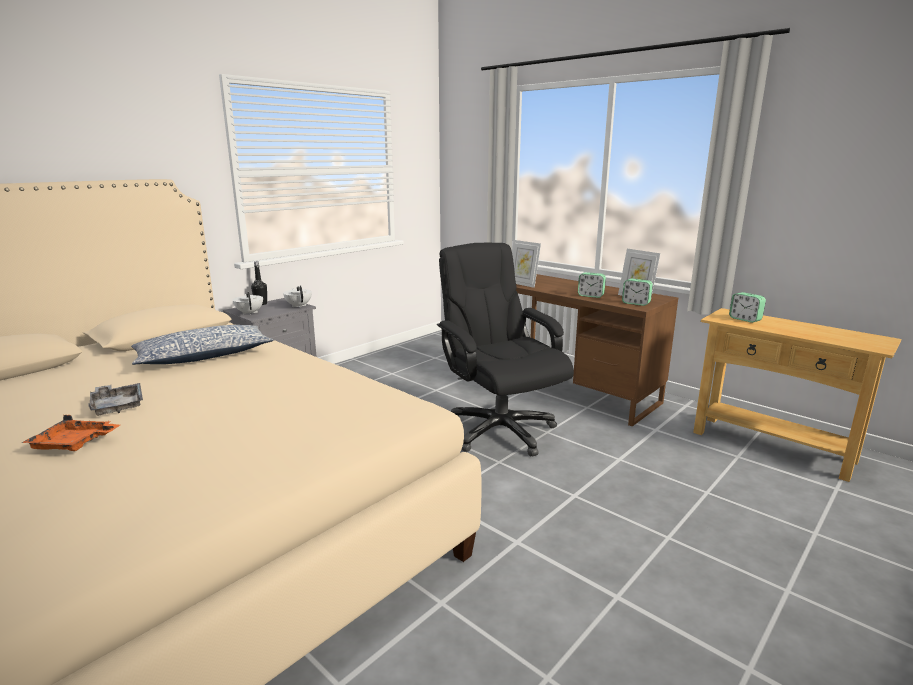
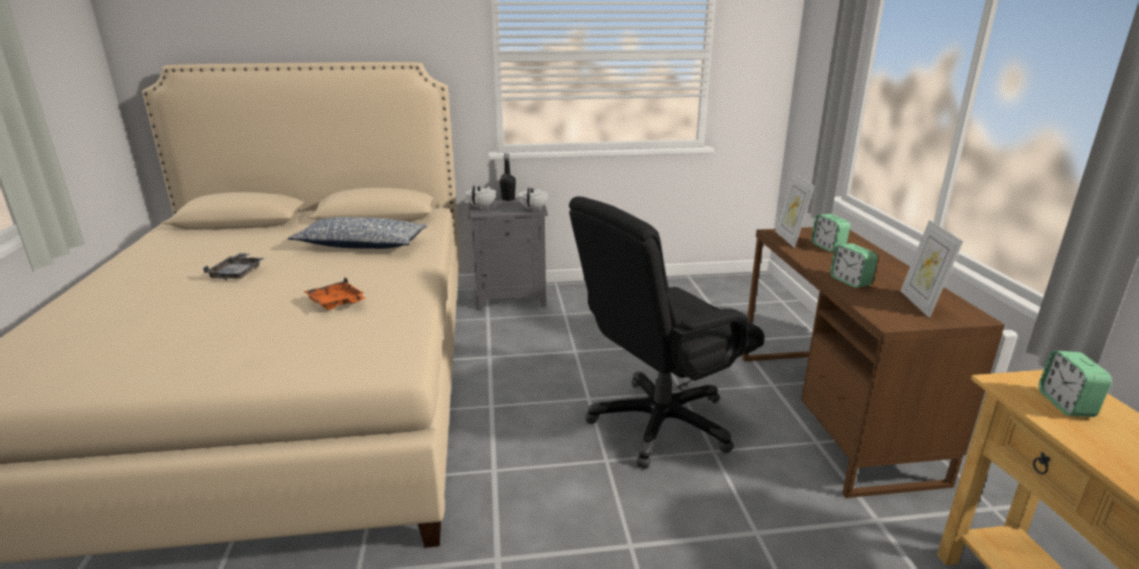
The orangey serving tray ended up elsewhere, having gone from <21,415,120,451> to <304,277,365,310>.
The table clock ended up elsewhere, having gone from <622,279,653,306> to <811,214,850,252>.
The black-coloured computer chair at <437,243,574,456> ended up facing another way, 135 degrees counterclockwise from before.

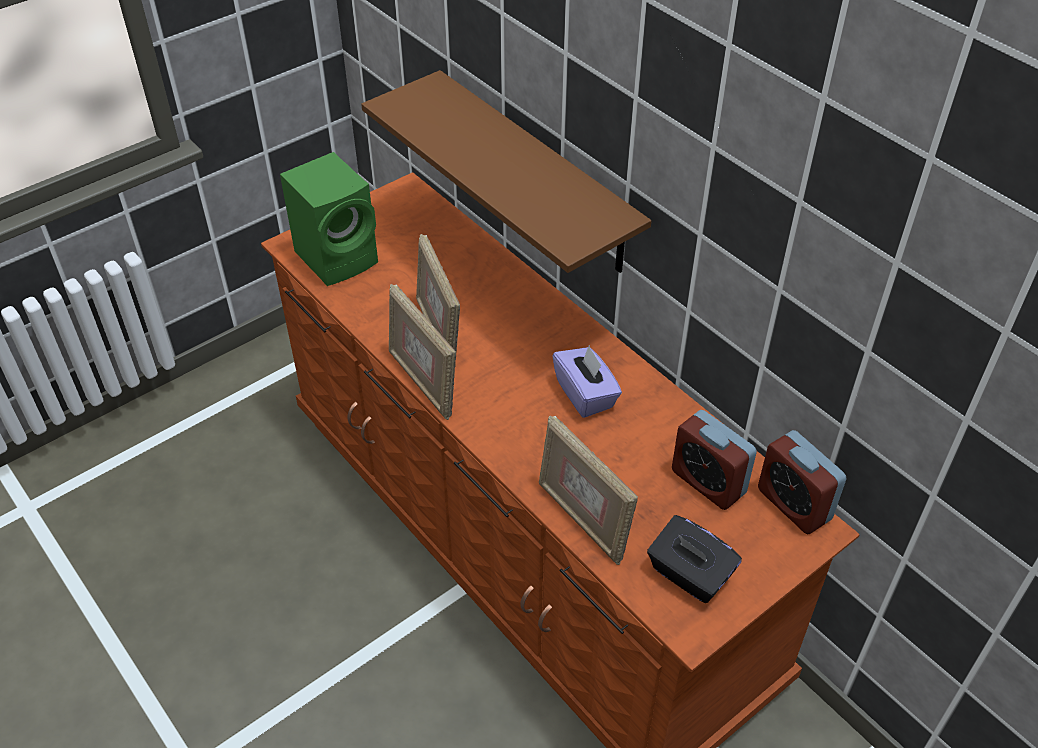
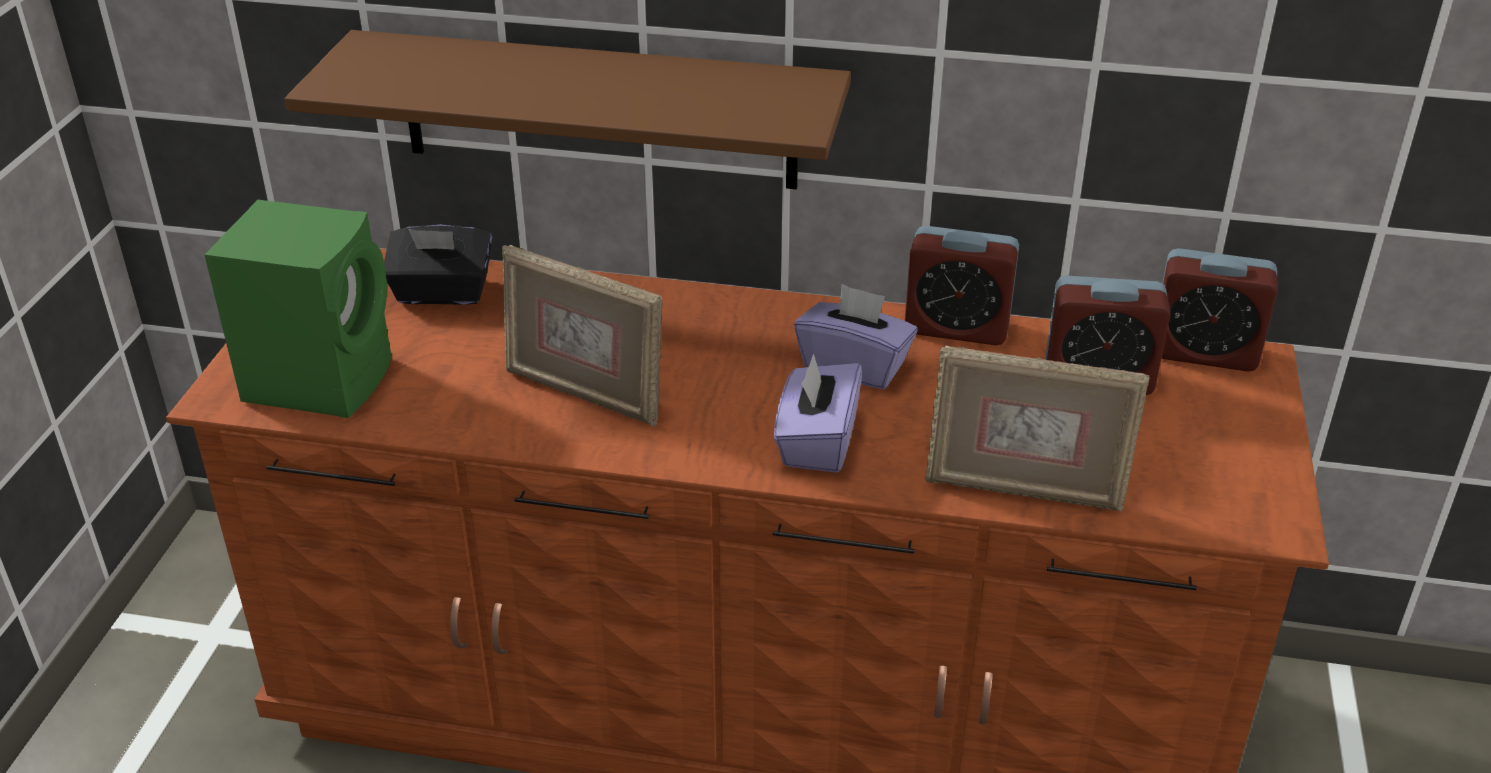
The second view lost the standing frame at <389,284,456,420>.
The second view gained the purple tissue box at <774,354,862,473>.
The second view gained the table clock at <905,226,1019,345>.
The black-coloured tissue box ended up elsewhere, having gone from <647,515,742,603> to <384,225,492,305>.

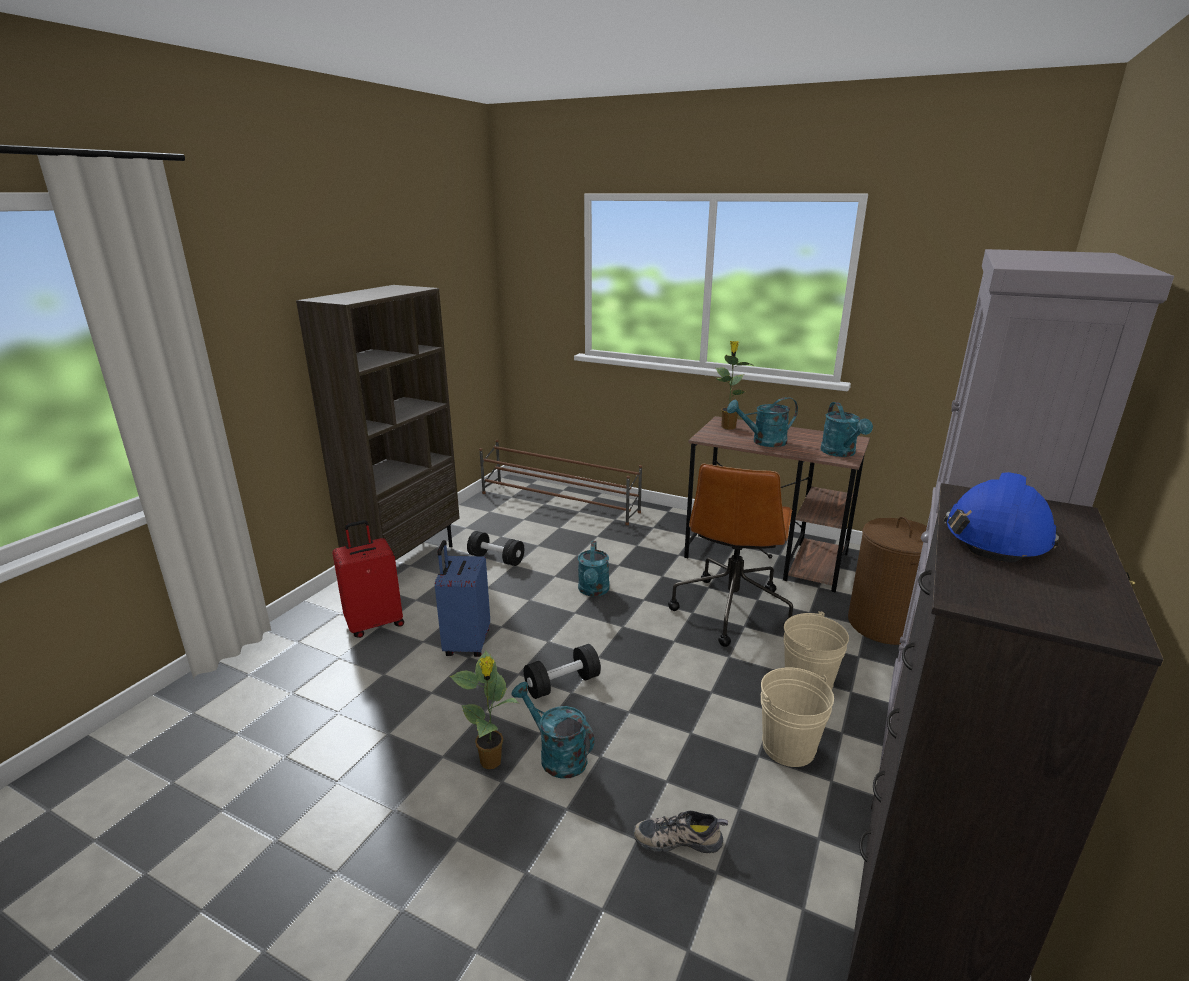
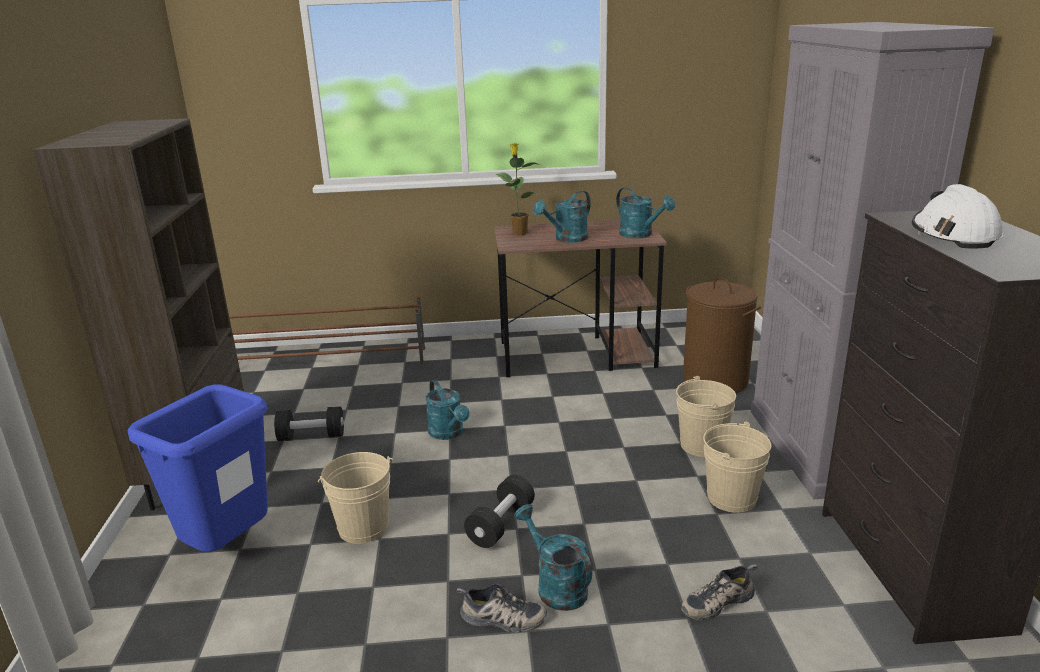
The second view lost the brown computer chair at <668,464,793,647>.
Where the red-coloured piece of luggage stood at <332,520,404,638>, the bluish rubbish bin came to stand at <128,384,268,552>.
Where the bluish piece of luggage stood at <435,540,490,657>, the beige pail came to stand at <318,452,394,544>.
Where the houseplant stood at <450,651,519,769>, the item of footwear came to stand at <456,584,547,633>.
What was the bluish safety helmet at <944,472,1060,563> turned into the white-coloured safety helmet at <912,184,1003,248>.
The turquoise watering can at <512,682,594,779> ended up facing another way, 45 degrees clockwise from before.

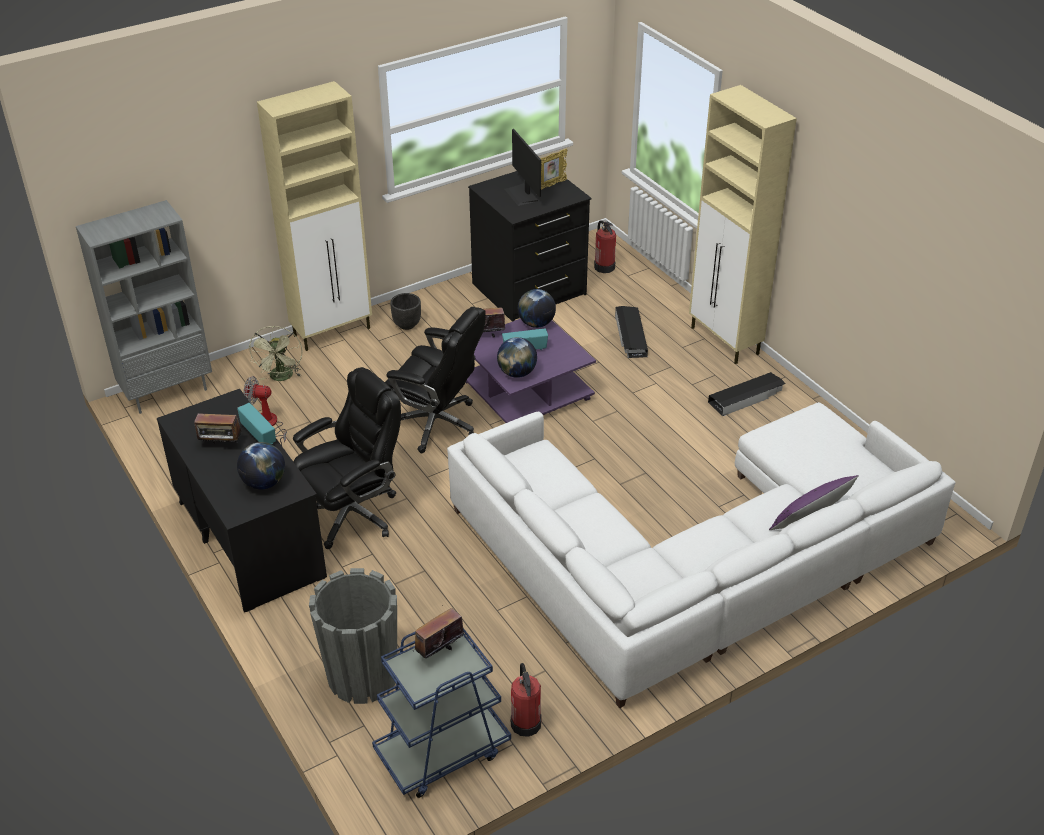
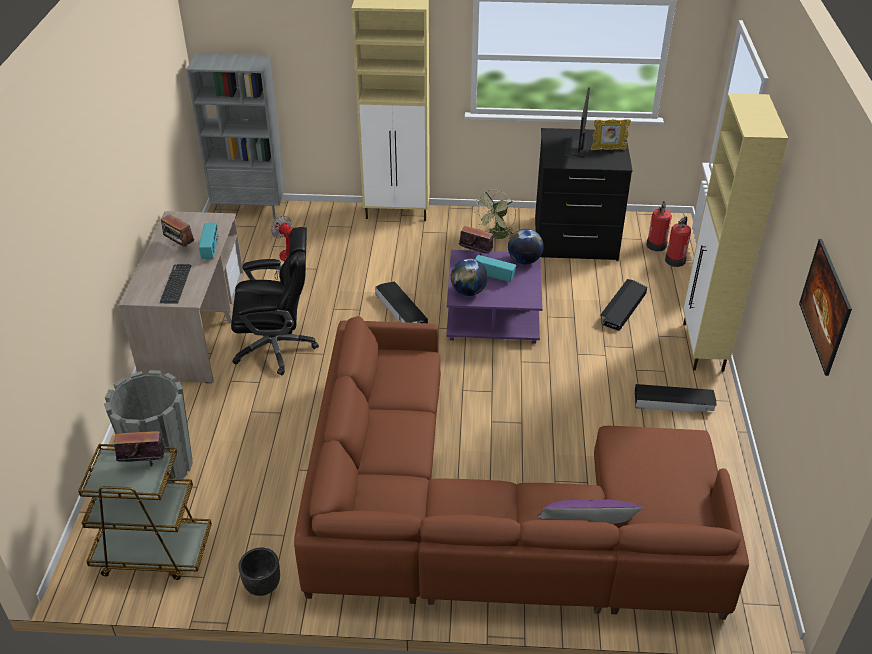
The second view gained the wall art at <799,239,852,376>.
The green-coloured electric fan ended up elsewhere, having gone from <249,326,302,381> to <474,189,516,239>.
The black-coloured plant pot ended up elsewhere, having gone from <390,293,421,330> to <239,548,280,596>.
The fire extinguisher ended up elsewhere, having gone from <511,663,541,737> to <665,216,691,267>.
Where the world globe stood at <237,442,285,489>, the PC keyboard came to stand at <160,264,191,304>.
Where the black-coloured computer chair stood at <385,307,486,453>, the black-coloured storage box came to stand at <375,281,428,323>.
What was the black-coloured desk unit at <157,389,327,612> turned into the beige desk unit at <119,211,244,383>.
What was the bluish trolley at <372,628,511,798> turned into the brown trolley at <78,444,212,580>.
What was the white-coloured sofa at <447,402,956,708> turned into the brown sofa at <294,316,749,620>.

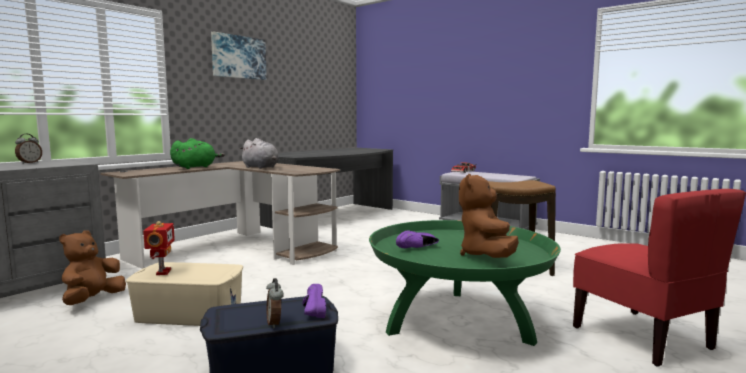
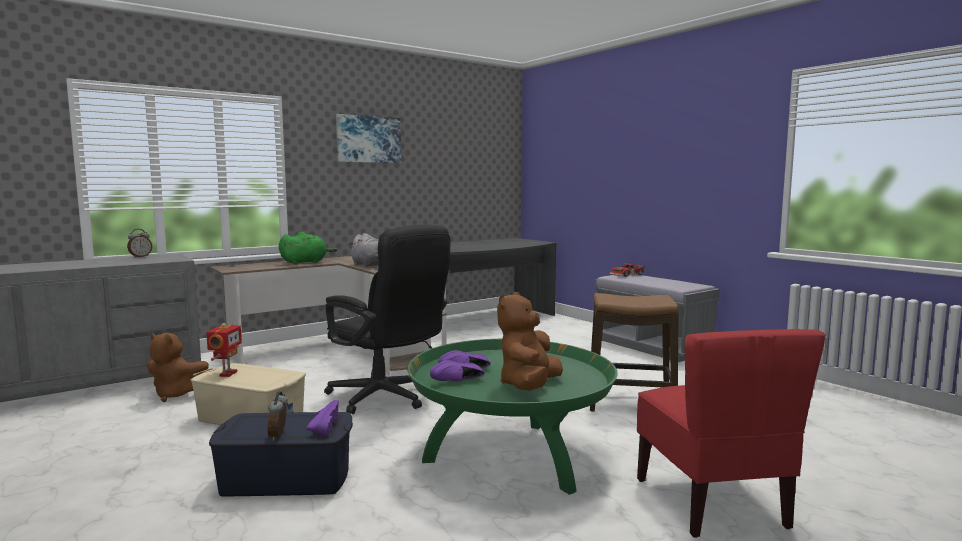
The second view gained the black-coloured computer chair at <324,225,450,414>.
The second view gained the purple item of footwear at <430,360,485,381>.
The brown soft toy at <59,230,126,305> ended up facing another way, 105 degrees counterclockwise from before.

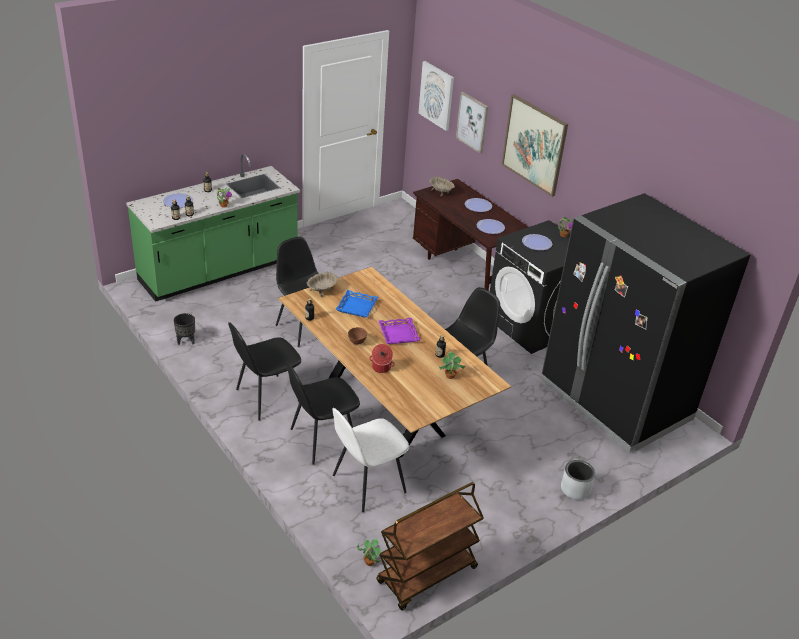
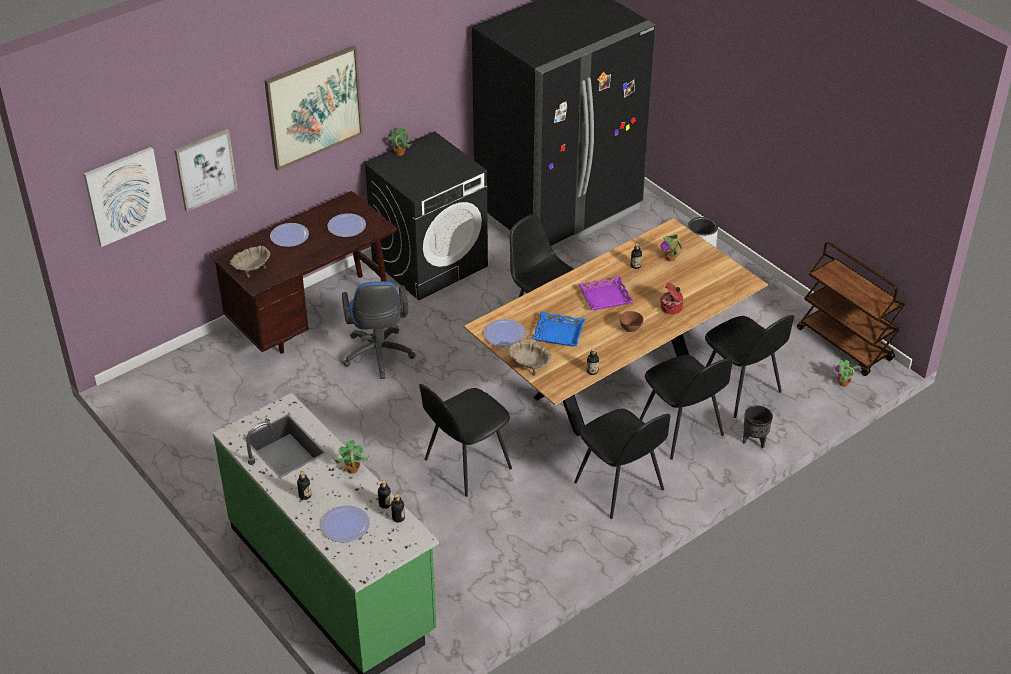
The second view gained the bluish computer chair at <342,281,416,379>.
The black-coloured plant pot ended up elsewhere, having gone from <174,313,195,345> to <743,405,773,449>.
The flat dish ended up elsewhere, having gone from <522,234,552,251> to <484,319,526,347>.
What was the white-coloured chair at <332,408,409,512> turned into the black-coloured chair at <705,315,794,418>.

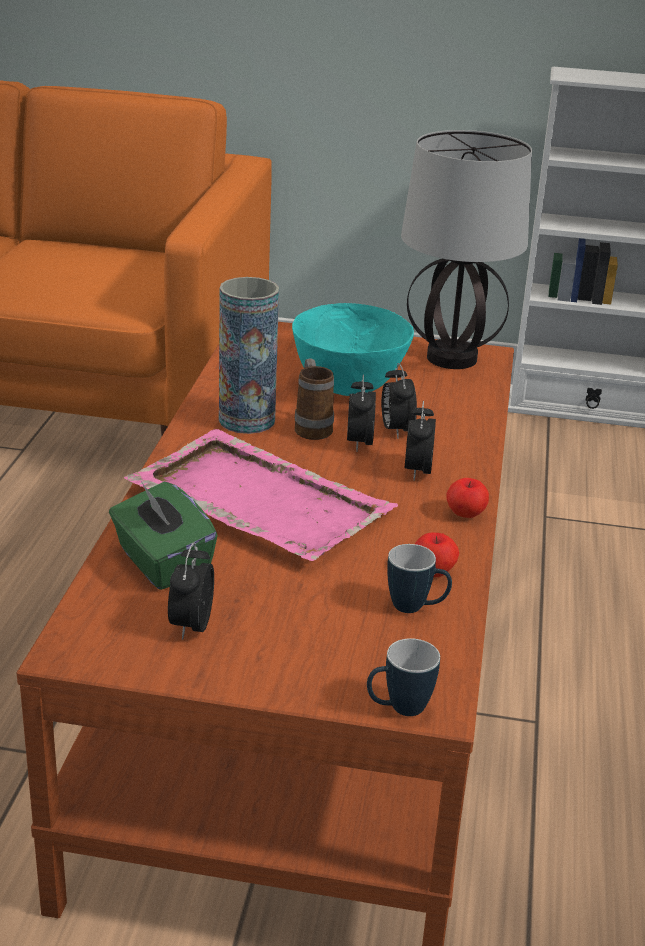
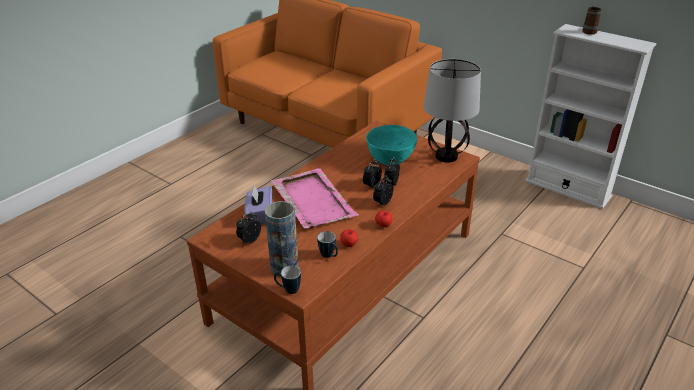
The vase ended up elsewhere, having gone from <219,277,279,434> to <265,201,299,276>.
The mug ended up elsewhere, having gone from <295,358,334,440> to <582,4,601,35>.
What was the green-coloured tissue box at <109,481,218,590> turned into the purple tissue box at <245,185,272,225>.

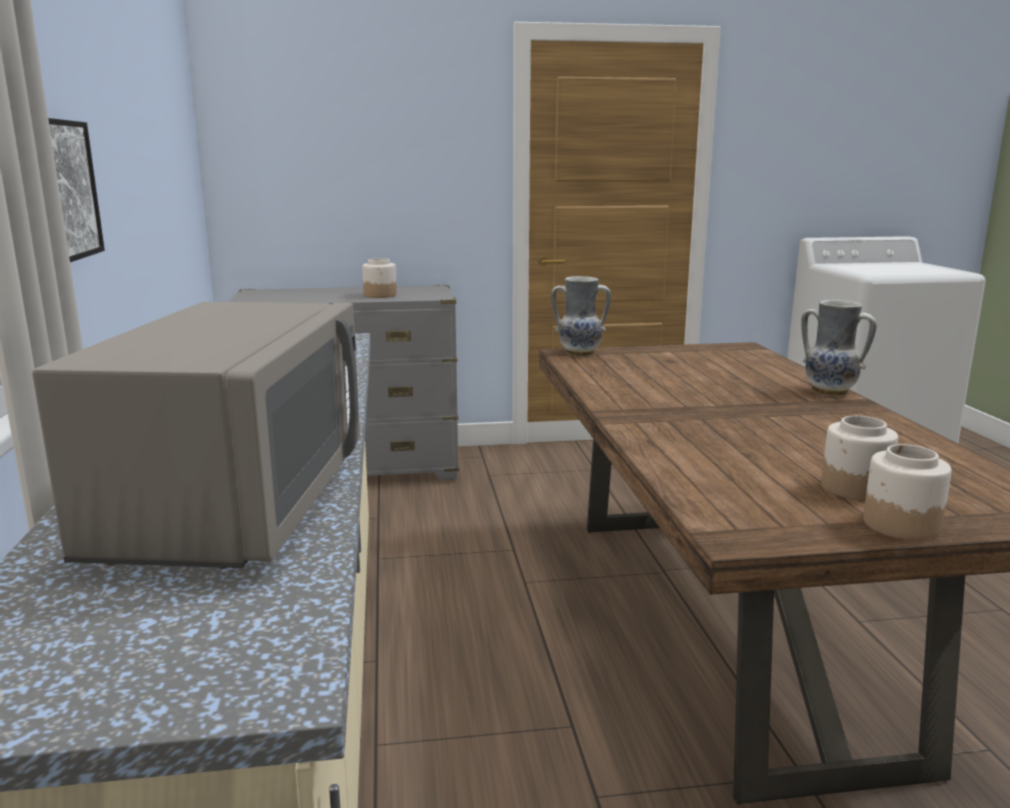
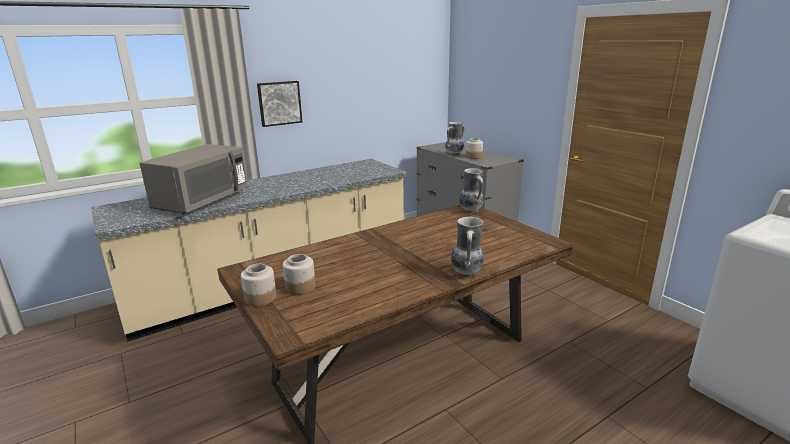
The second view gained the vase at <445,122,465,156>.
The grey kitchen microwave at <32,302,360,569> ended up facing another way, 45 degrees counterclockwise from before.

